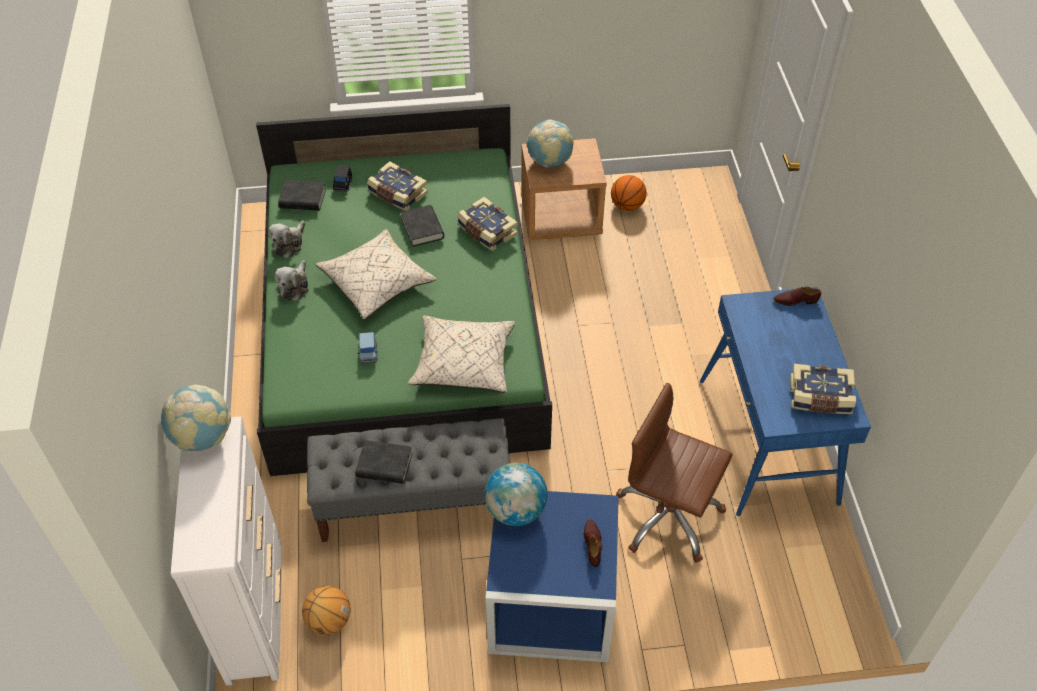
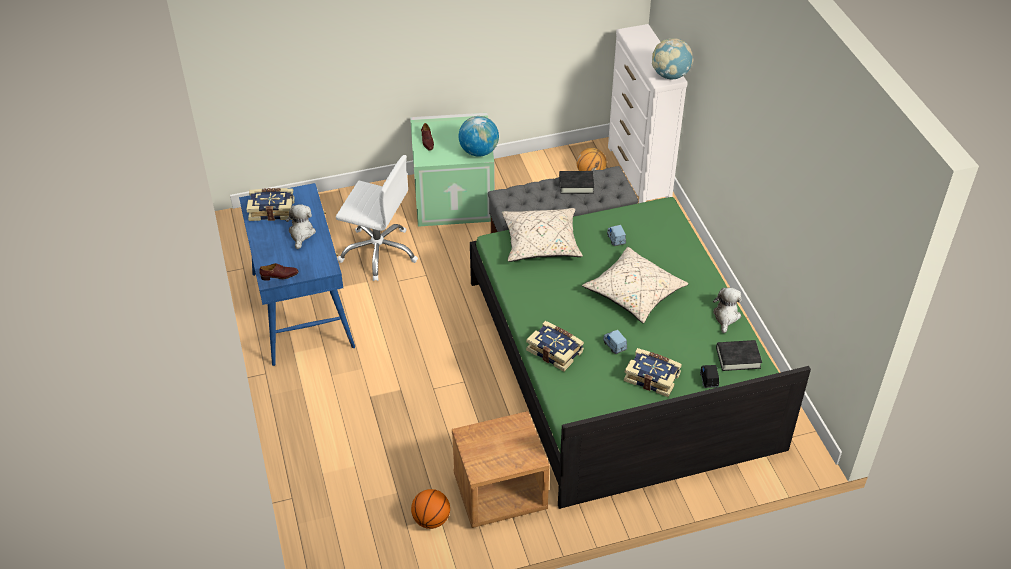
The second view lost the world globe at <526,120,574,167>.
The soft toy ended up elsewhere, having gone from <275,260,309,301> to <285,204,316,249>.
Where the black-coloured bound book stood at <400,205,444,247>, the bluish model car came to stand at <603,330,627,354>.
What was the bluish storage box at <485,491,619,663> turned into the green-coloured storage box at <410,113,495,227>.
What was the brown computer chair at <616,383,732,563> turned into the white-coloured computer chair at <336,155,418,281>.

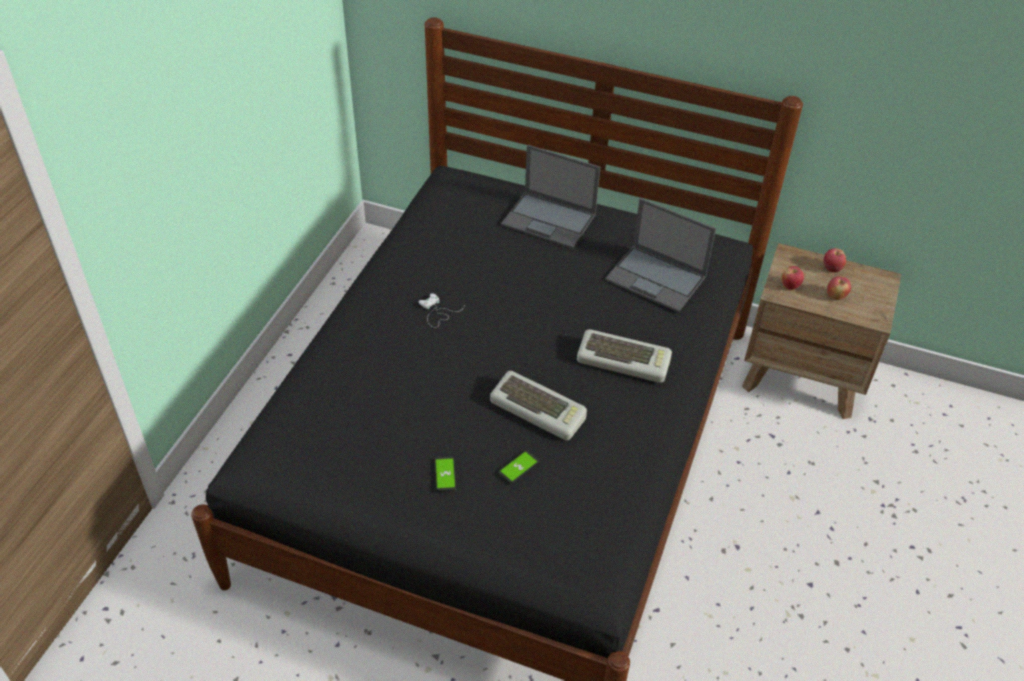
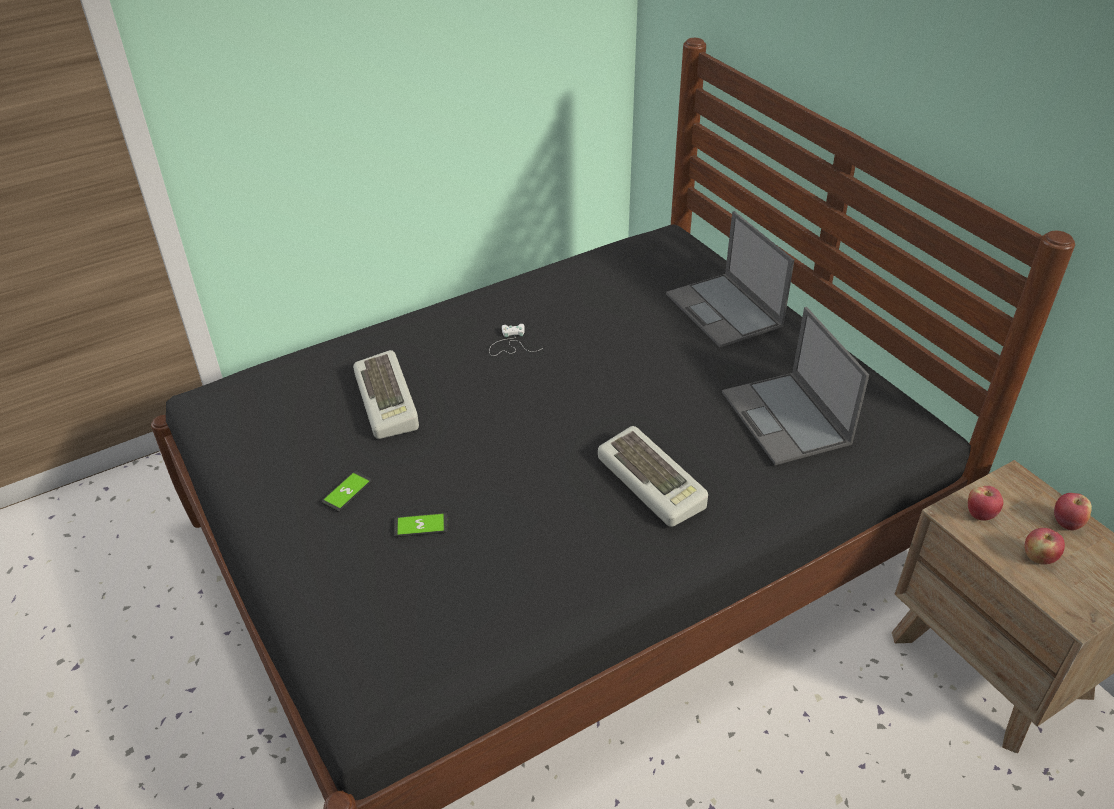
The PC keyboard ended up elsewhere, having gone from <490,371,587,440> to <353,350,419,439>.

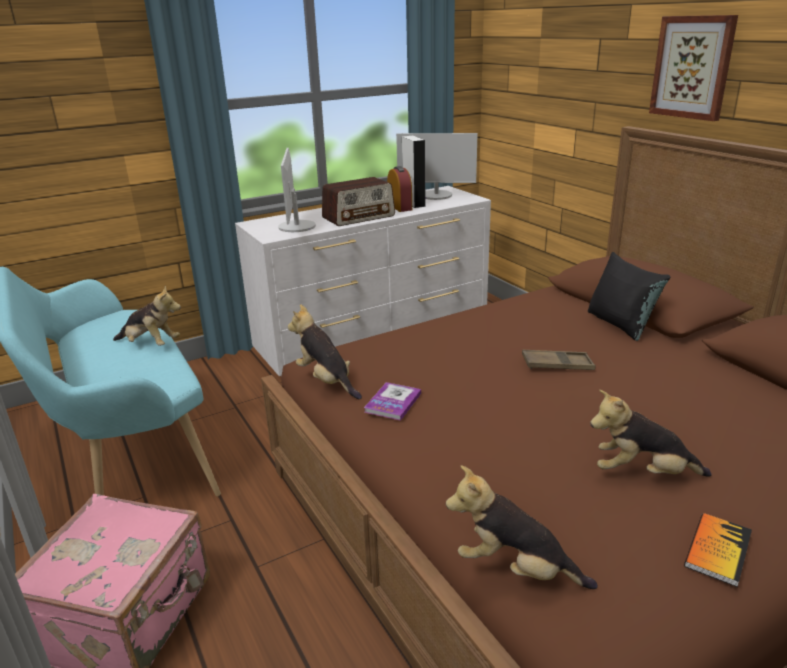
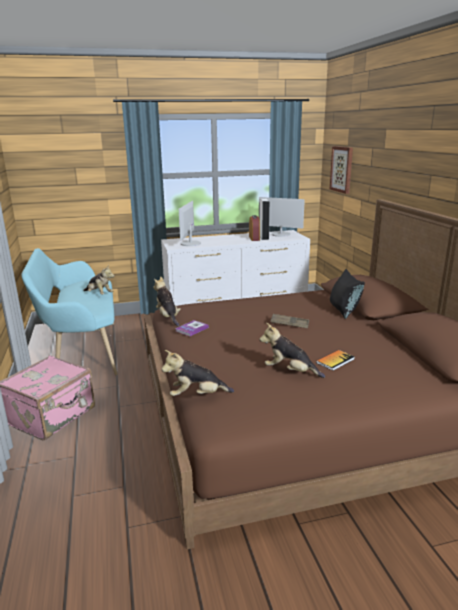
The second view lost the radio at <322,177,395,226>.
The wall art ended up elsewhere, having gone from <649,15,738,121> to <330,146,353,194>.
The bound book ended up elsewhere, having gone from <684,513,752,587> to <316,350,355,371>.
The soft toy at <446,465,597,589> ended up facing another way, 45 degrees counterclockwise from before.

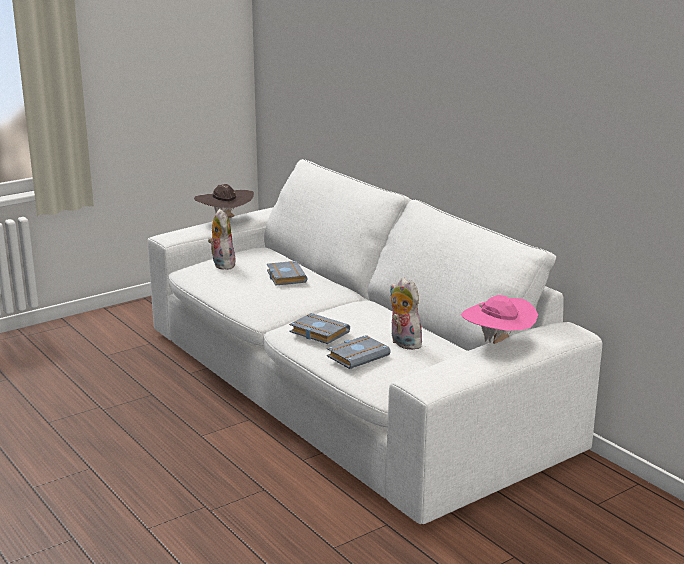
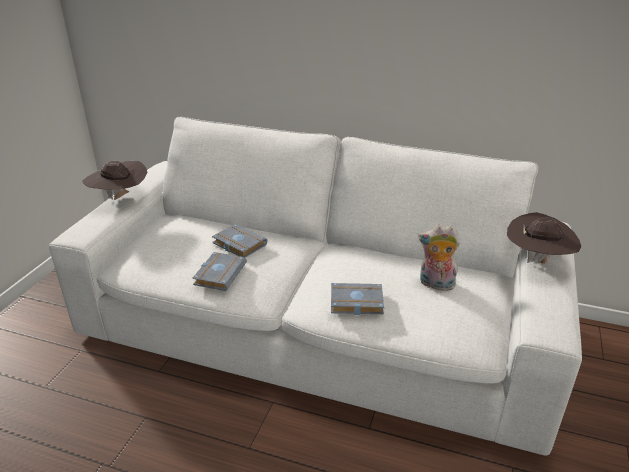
The second view lost the soft toy at <208,208,236,270>.
The grey bound book ended up elsewhere, having gone from <327,335,391,369> to <192,252,247,291>.
What was the pinkish hat at <461,295,538,344> turned into the brown hat at <507,212,581,264>.

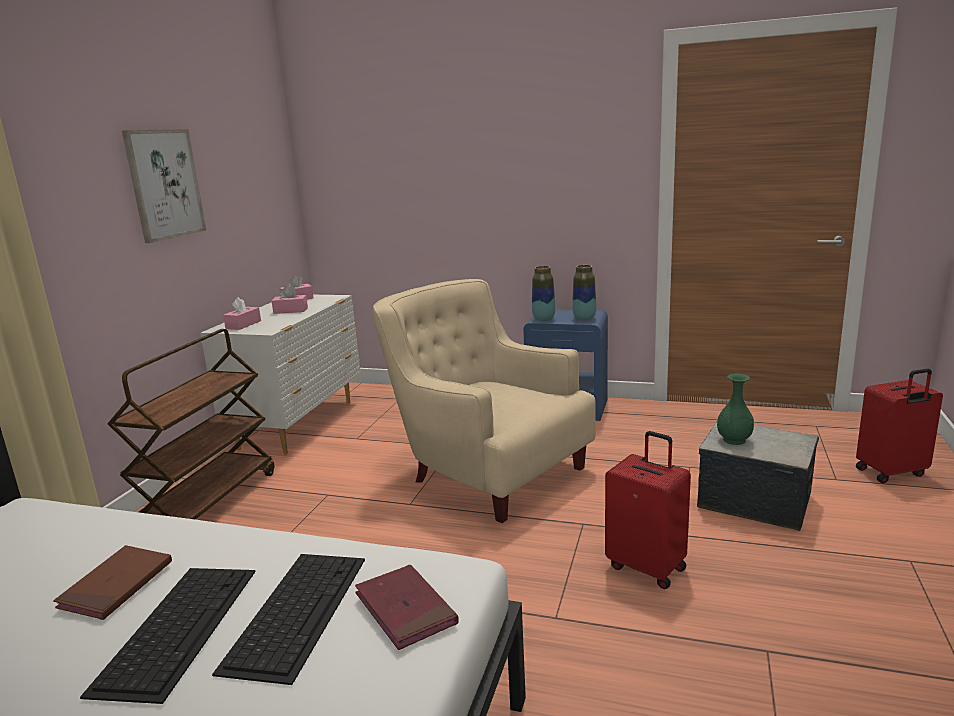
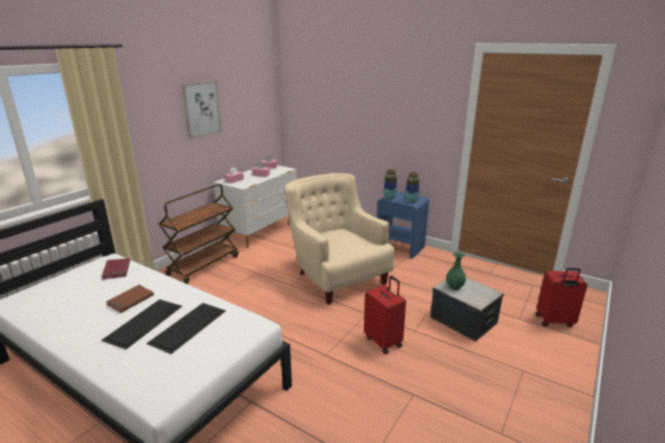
The red-coloured bound book ended up elsewhere, having gone from <355,565,459,650> to <101,258,130,279>.

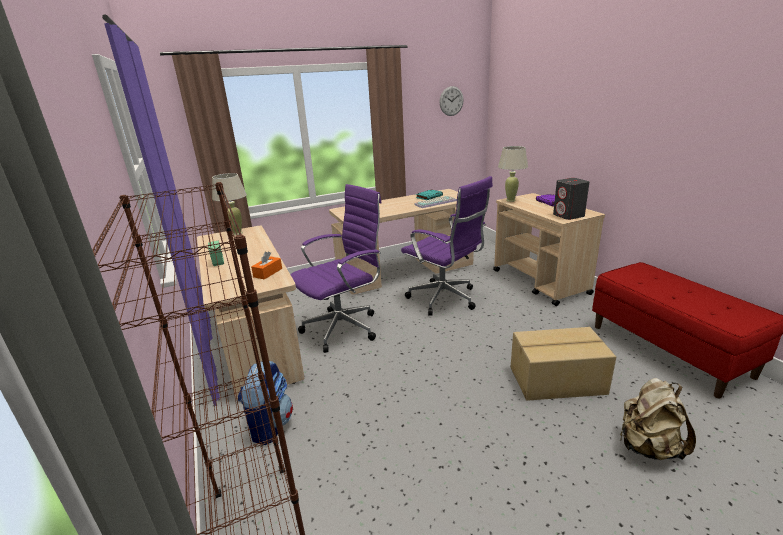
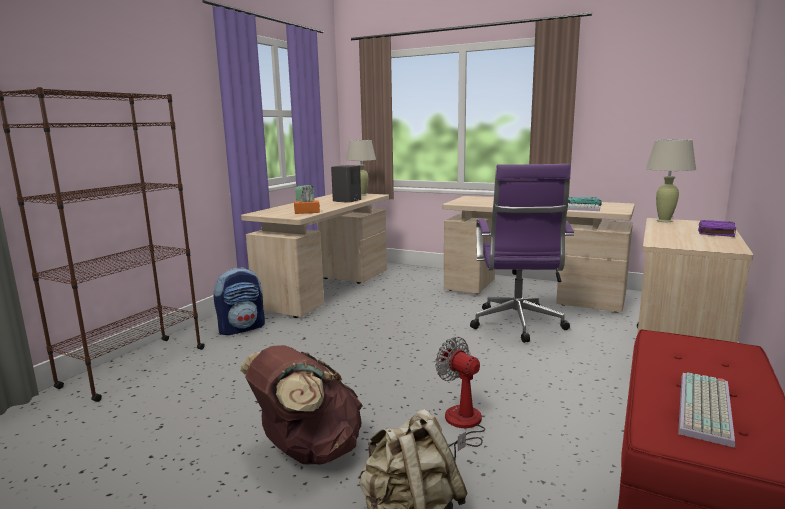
The second view lost the purple computer chair at <290,184,382,353>.
The second view lost the clock on the wall at <439,86,464,116>.
The second view gained the brown knapsack at <240,345,363,465>.
The second view gained the PC keyboard at <678,372,735,448>.
The grey loudspeaker ended up elsewhere, having gone from <553,178,589,220> to <331,165,361,203>.
Where the carton stood at <511,327,616,401>, the electric fan came to stand at <435,337,485,459>.

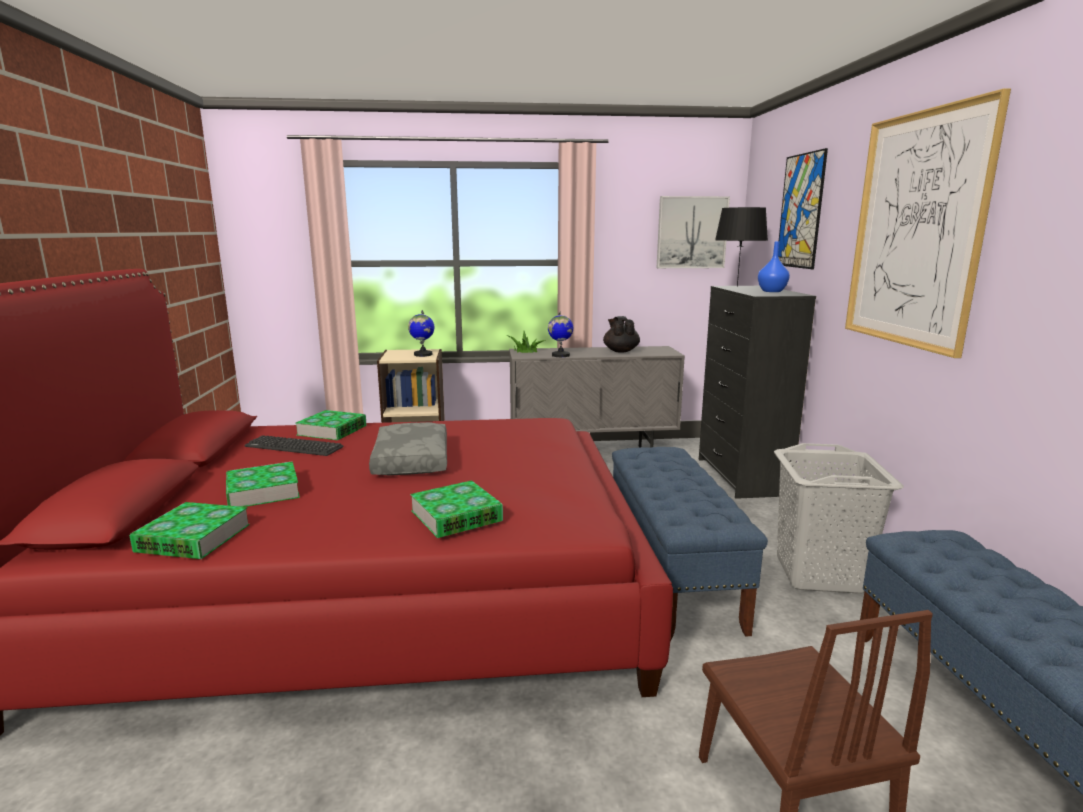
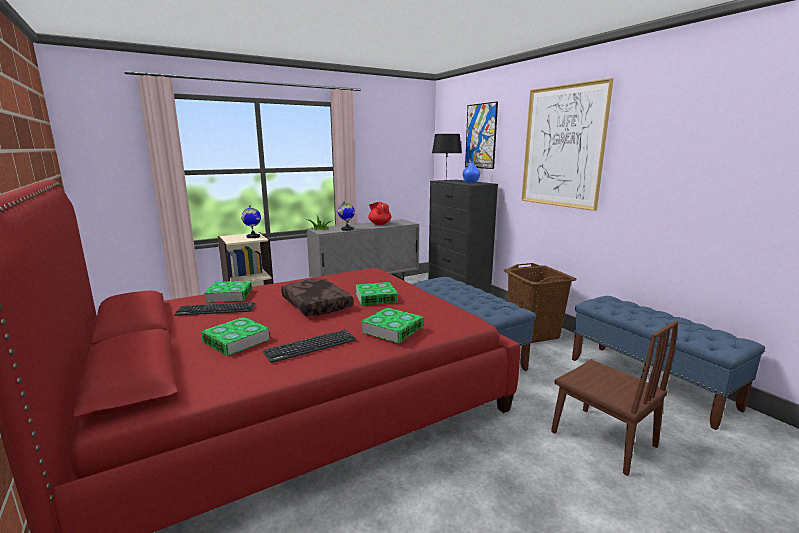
The second view lost the wall art at <657,196,730,268>.
The second view gained the PC keyboard at <263,330,357,363>.
The bound book ended up elsewhere, having gone from <129,502,250,559> to <356,282,398,306>.
What was the grey pillow at <369,422,447,475> turned into the brown pillow at <281,279,353,316>.
What was the black-coloured tea pot at <603,316,640,353> turned into the red-coloured tea pot at <368,202,391,225>.
What was the grey laundry basket at <774,443,904,594> turned into the brown laundry basket at <504,263,577,343>.

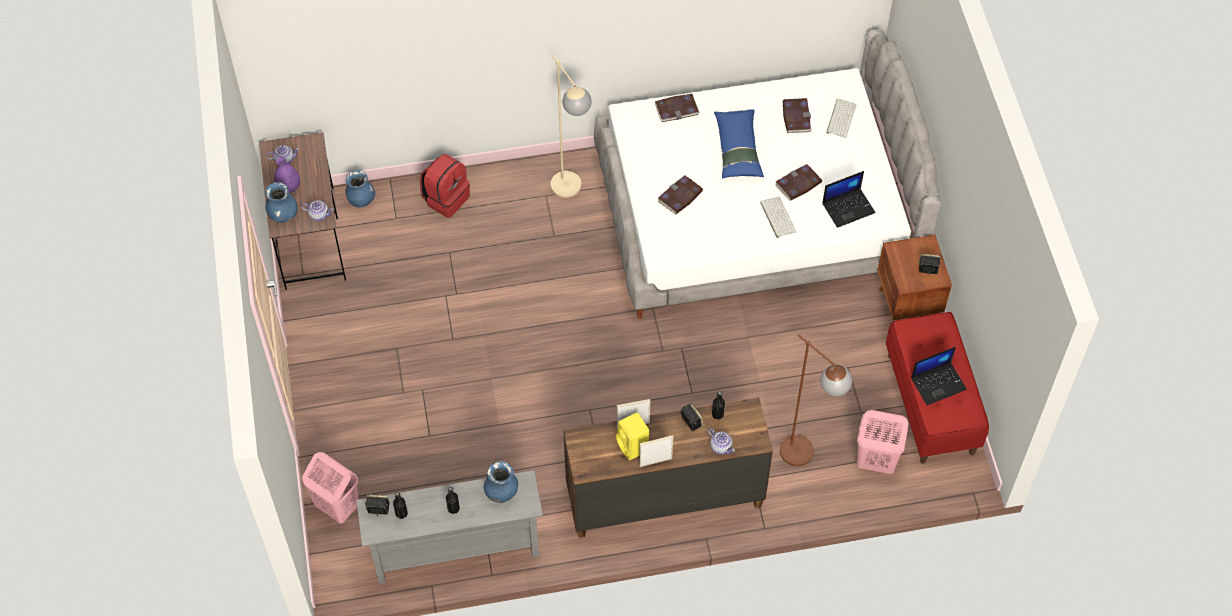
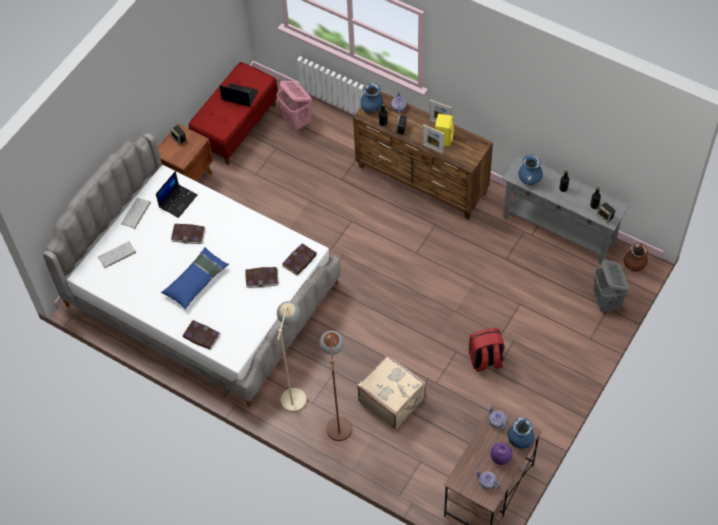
The second view gained the beige piece of luggage at <357,354,427,429>.
The second view gained the brown vase at <624,243,648,272>.
The bluish vase ended up elsewhere, having gone from <346,170,375,208> to <360,83,383,113>.
The red-coloured knapsack ended up elsewhere, having gone from <420,154,470,218> to <468,328,505,372>.
The PC keyboard ended up elsewhere, having gone from <760,197,796,238> to <121,198,151,229>.
The brown standard lamp ended up elsewhere, having gone from <780,334,852,466> to <320,331,352,441>.
The bound book ended up elsewhere, having gone from <783,98,812,133> to <282,244,317,276>.
What was the pinkish laundry basket at <302,452,359,523> turned into the grey laundry basket at <594,260,629,314>.
The portable computer at <822,171,876,228> ended up facing another way, 105 degrees clockwise from before.

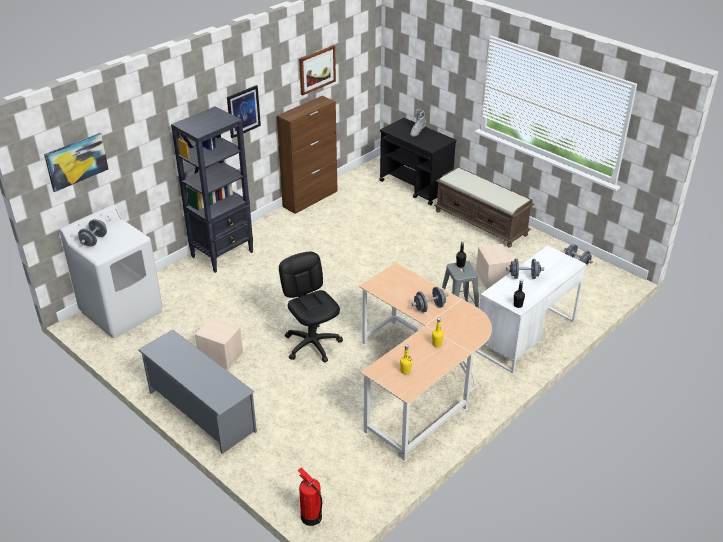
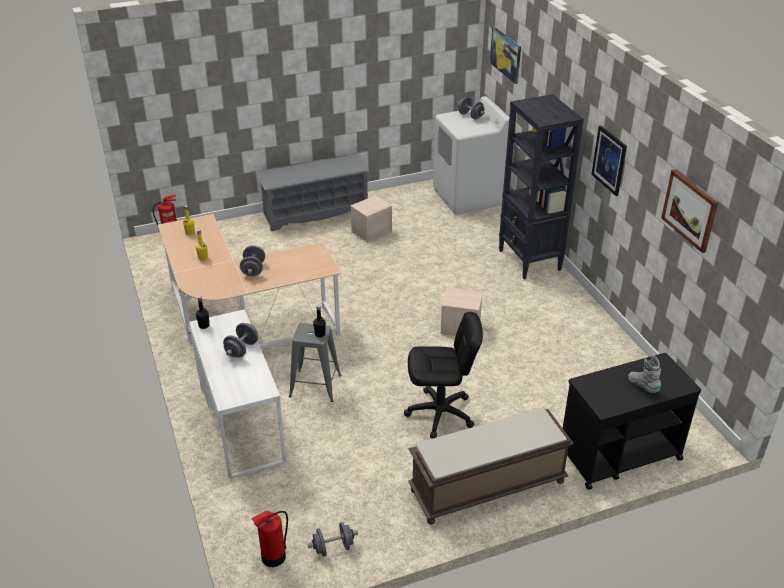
The second view lost the brown cupboard at <277,96,337,214>.
The second view gained the fire extinguisher at <251,511,288,567>.
The black-coloured computer chair ended up elsewhere, having gone from <279,252,343,363> to <404,312,483,438>.
The beige storage box ended up elsewhere, having gone from <476,244,513,290> to <440,287,483,336>.

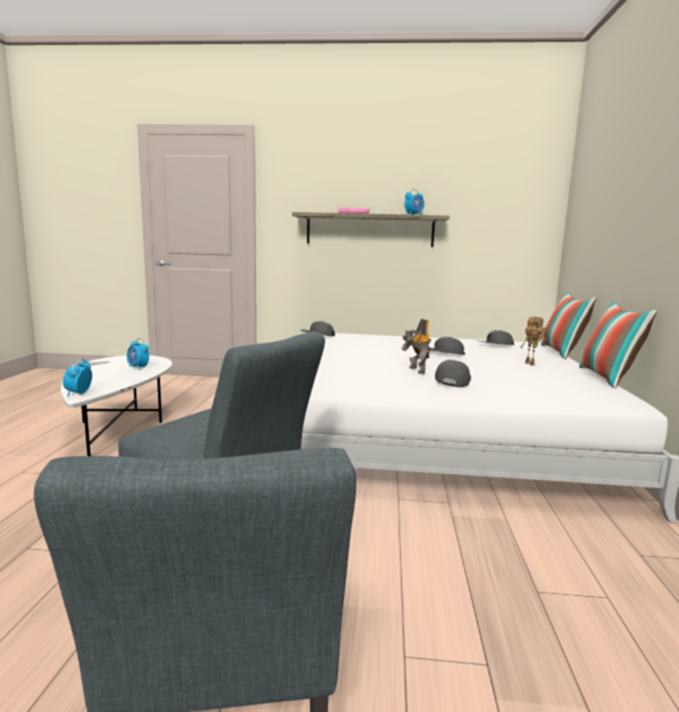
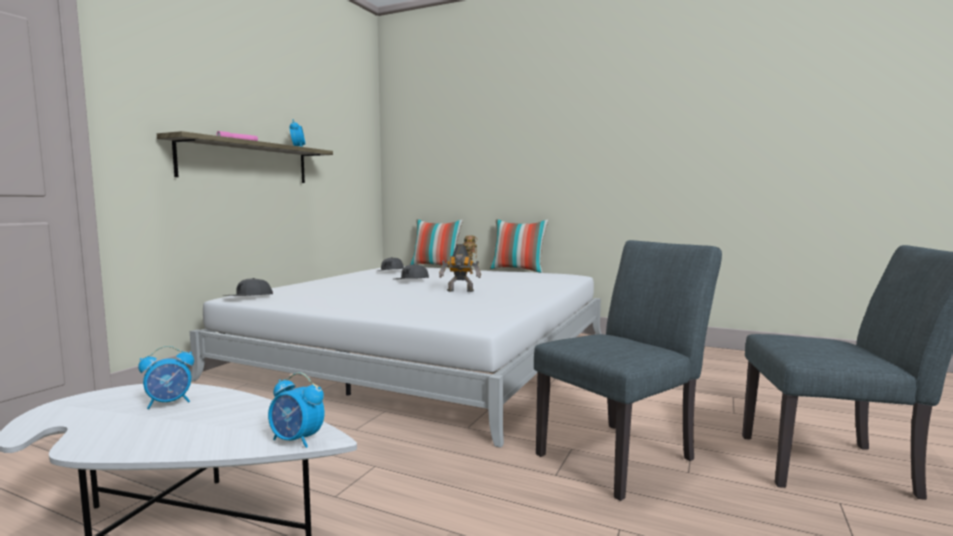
The second view lost the grey baseball cap at <435,360,471,387>.

